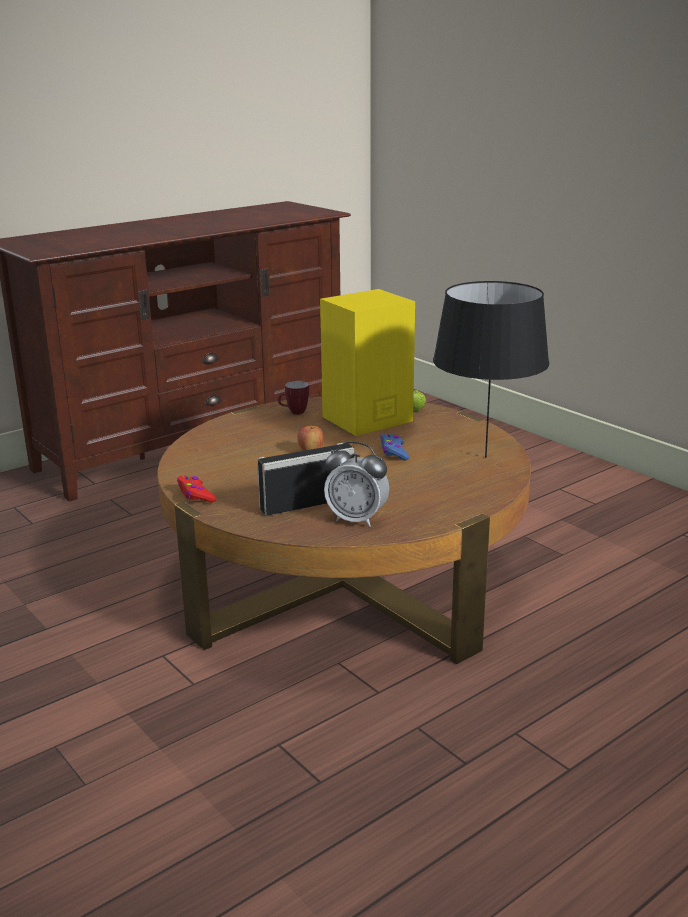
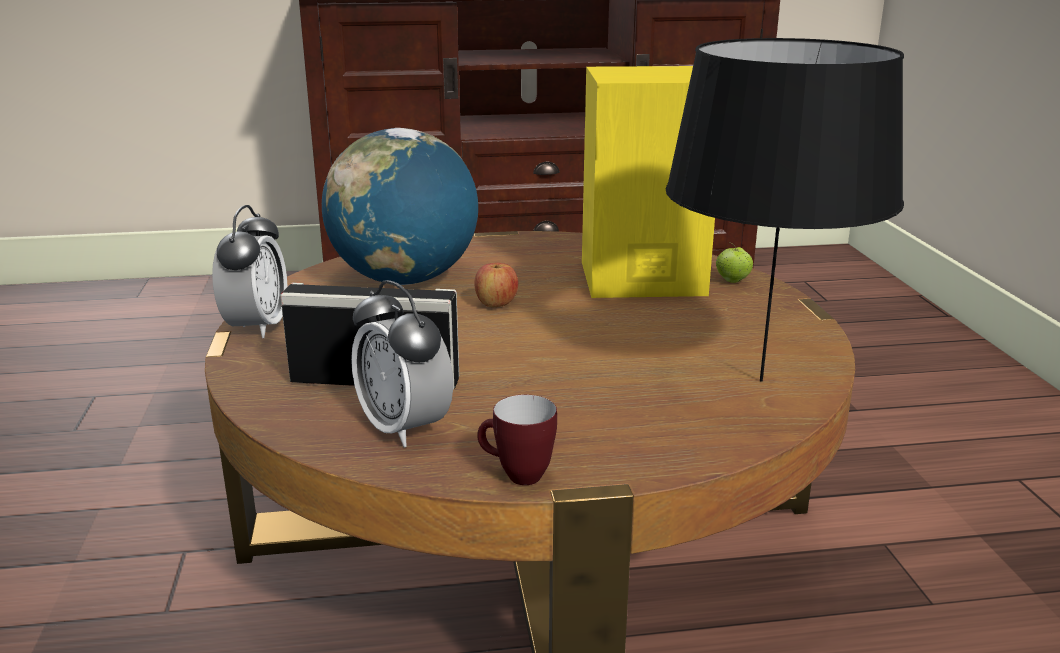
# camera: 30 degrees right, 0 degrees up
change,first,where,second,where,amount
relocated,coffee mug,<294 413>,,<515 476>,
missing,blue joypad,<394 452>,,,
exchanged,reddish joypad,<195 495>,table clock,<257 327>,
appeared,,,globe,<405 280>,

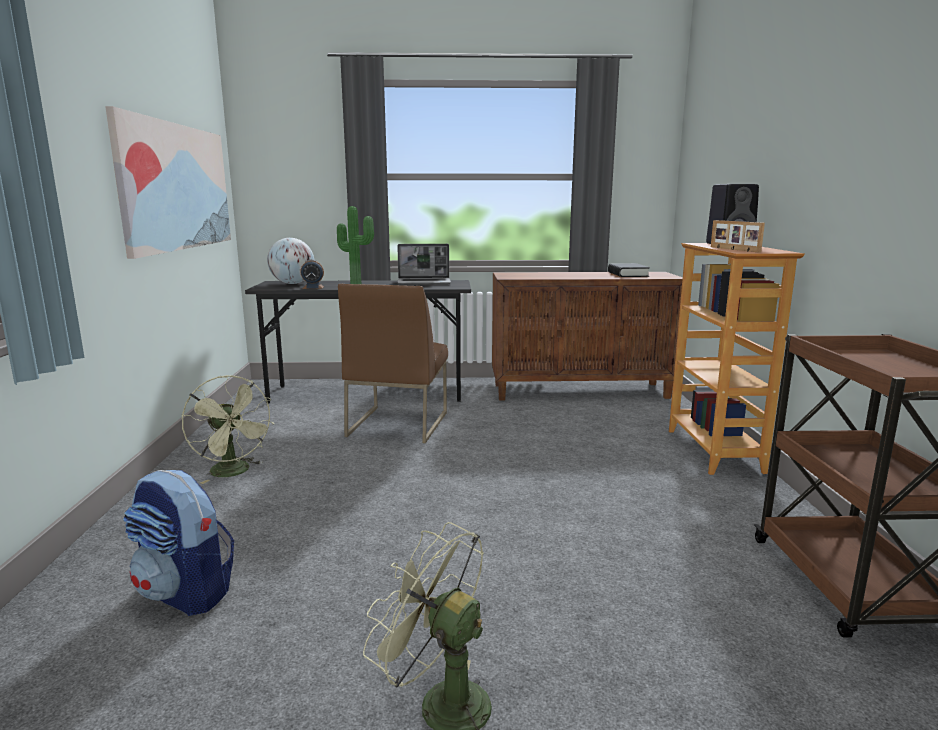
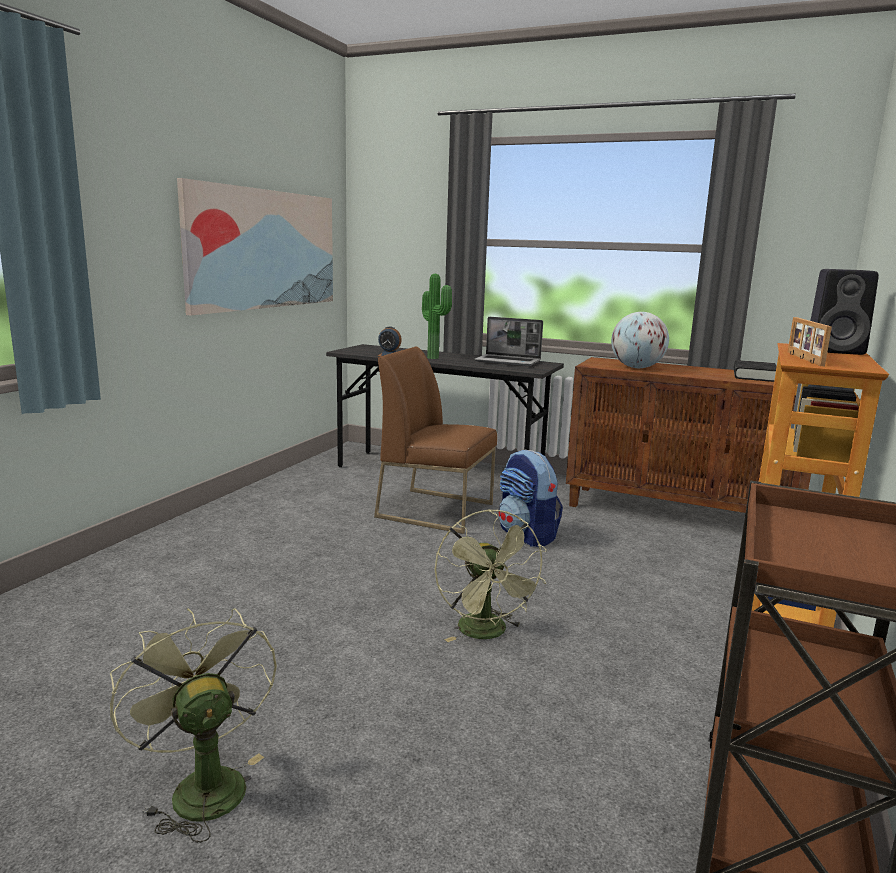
# camera: 25 degrees right, 0 degrees up
change,first,where,second,where,amount
relocated,globe,<292 283>,,<637 368>,
spun,brown upright chair,<397 423>,,<436 510>,75 degrees clockwise
relocated,greenish electric fan,<235 472>,,<487 633>,
relocated,rucksack,<186 593>,,<527 535>,

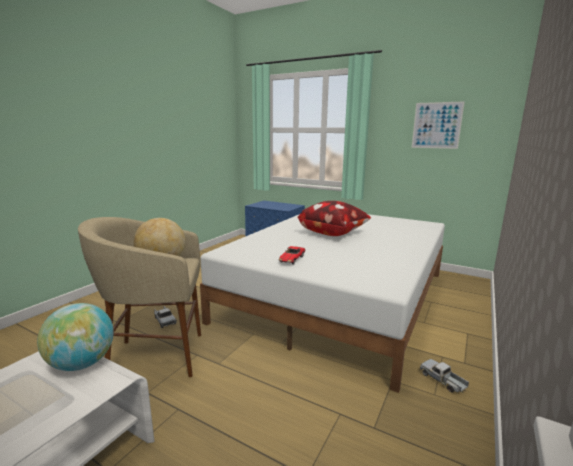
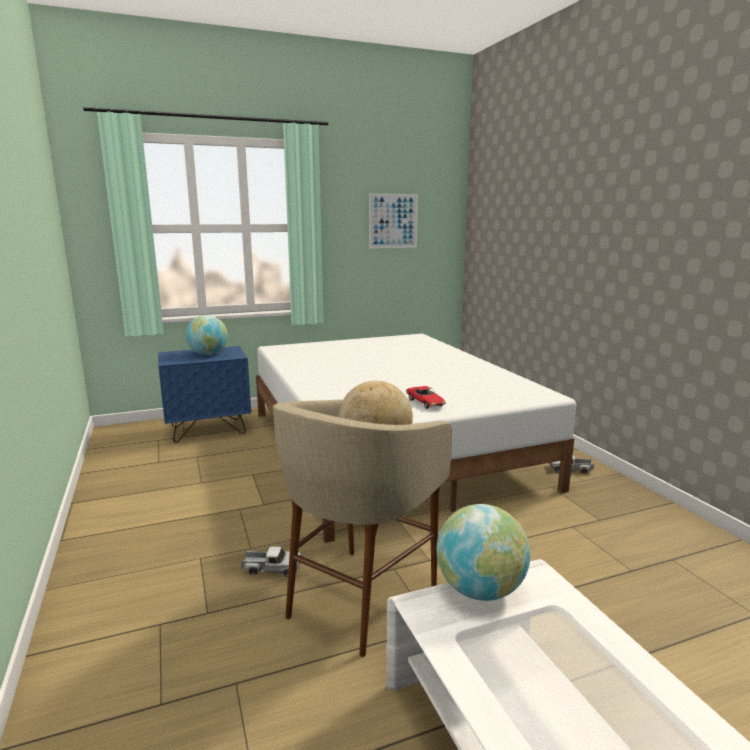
# camera: 50 degrees left, 0 degrees up
change,first,where,second,where,amount
missing,pillow,<332 233>,,,
appeared,,,globe,<208 354>,

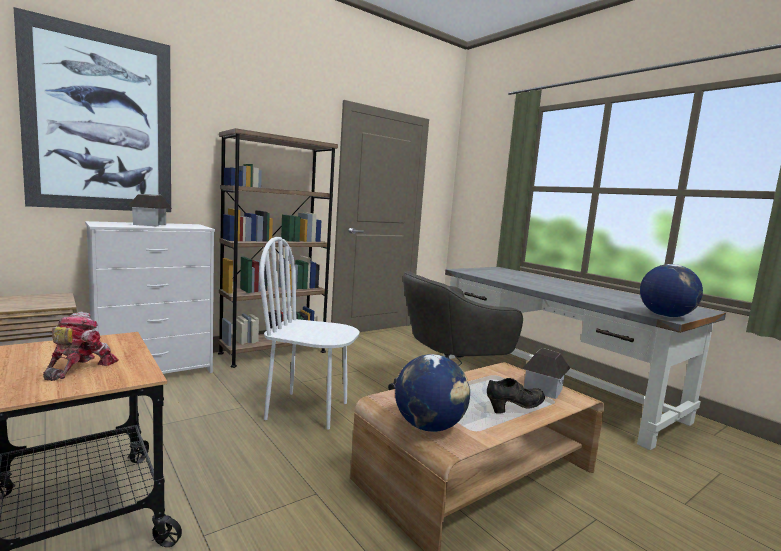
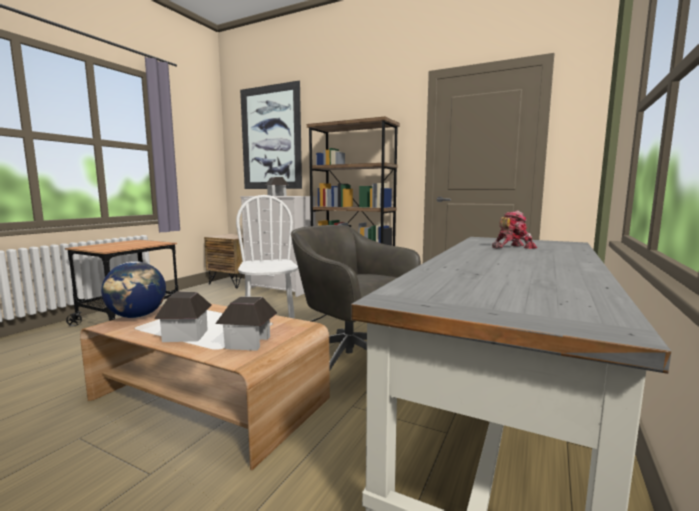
# camera: 65 degrees right, 0 degrees up
change,first,where,second,where,amount
missing,globe,<665 316>,,,
relocated,toy robot,<78 368>,,<512 247>,
exchanged,blackish item of footwear,<514 408>,model house,<186 335>,

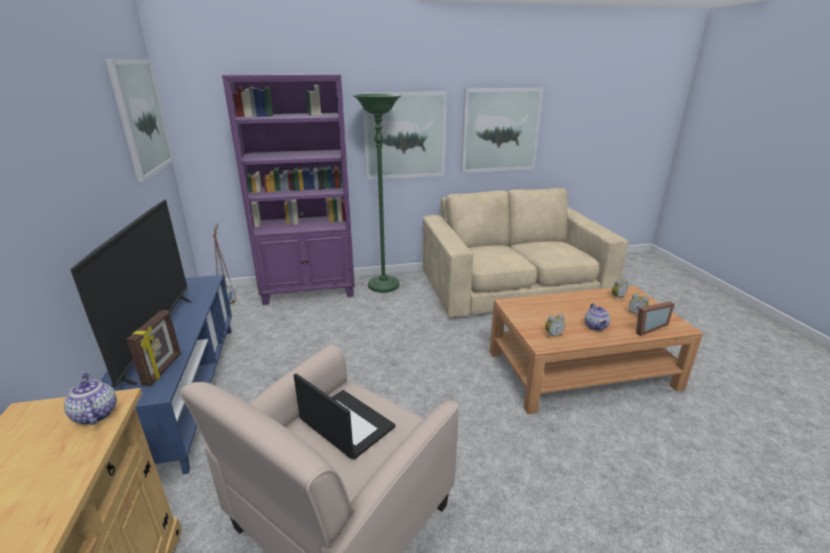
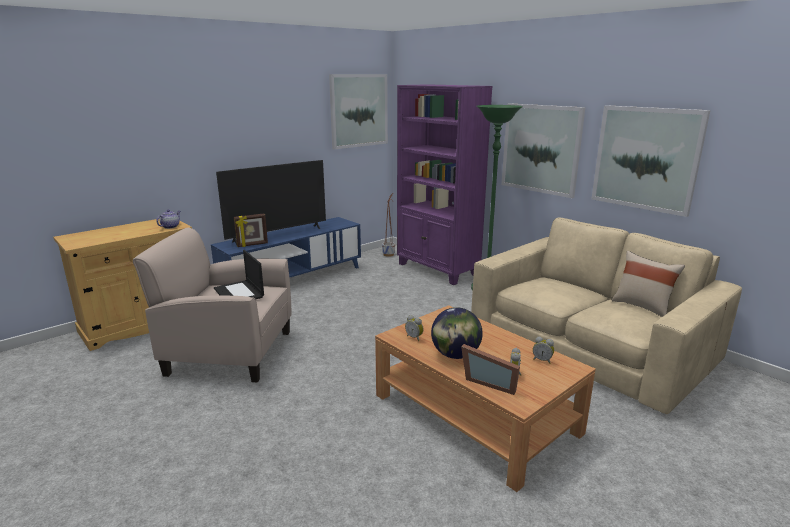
# camera: 60 degrees right, 5 degrees down
change,first,where,second,where,amount
exchanged,teapot,<596 327>,globe,<455 355>,
spun,laptop,<345 423>,,<239 293>,135 degrees clockwise
appeared,,,beige pillow,<642 306>,

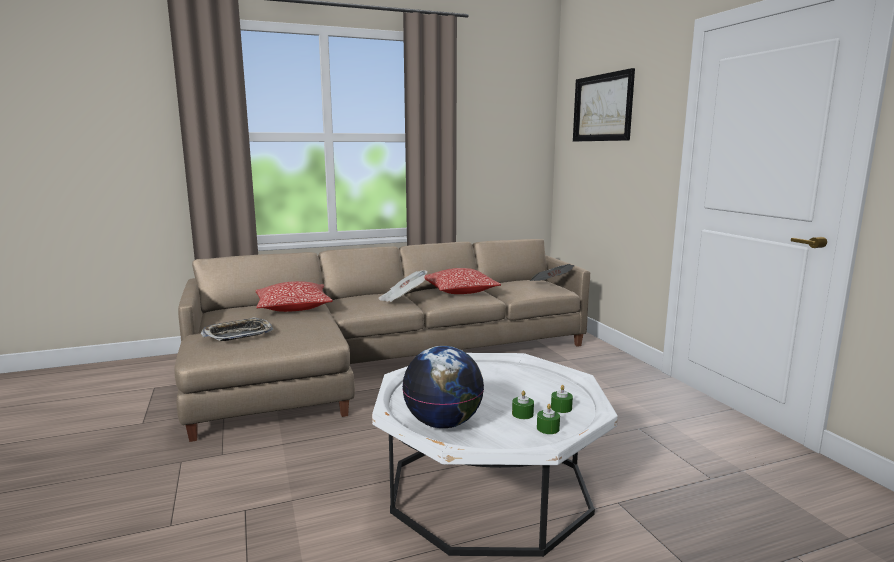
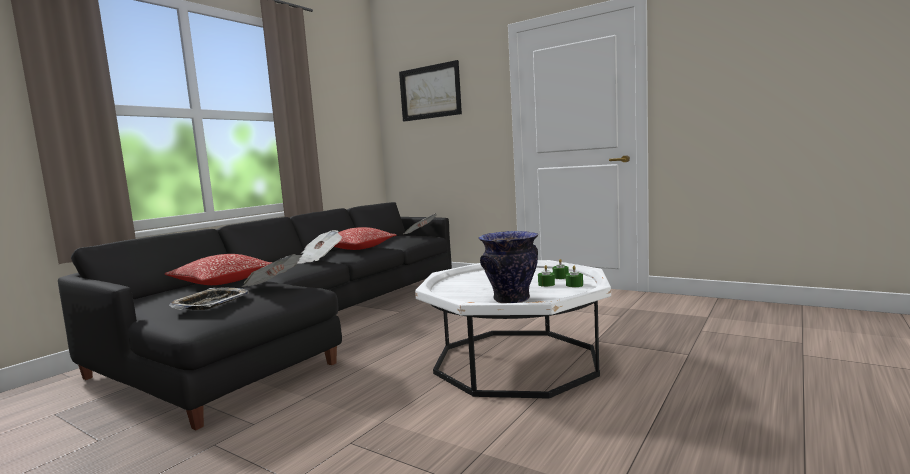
# camera: 35 degrees left, 5 degrees down
change,first,where,second,where,amount
colour,beige sofa,<379 362>,blackish sofa,<302 327>,
exchanged,globe,<443 423>,flower vase,<511 299>,
appeared,,,newspaper,<273 286>,

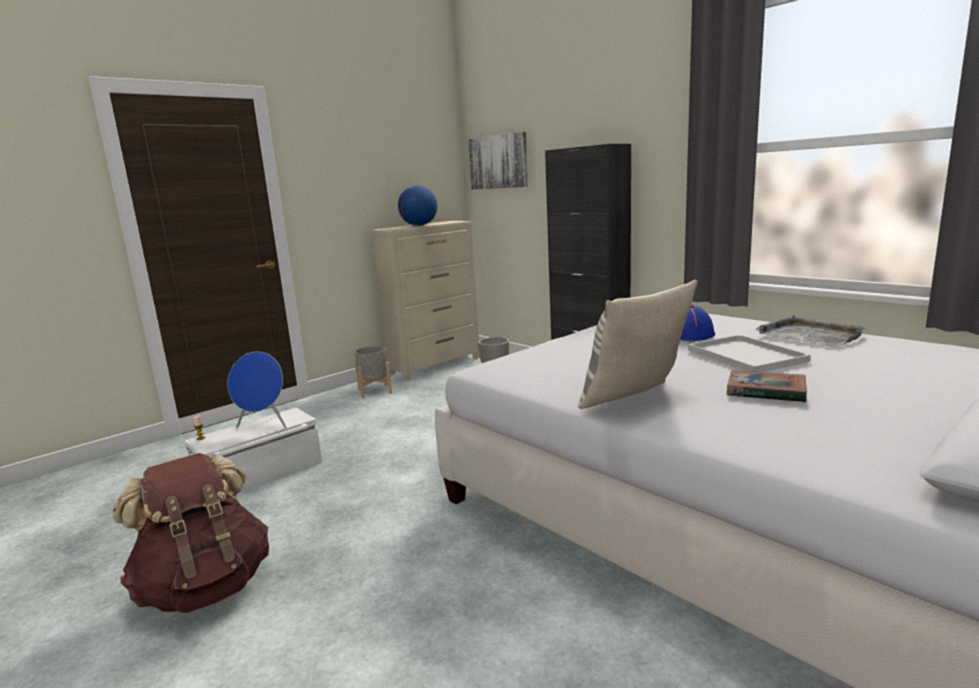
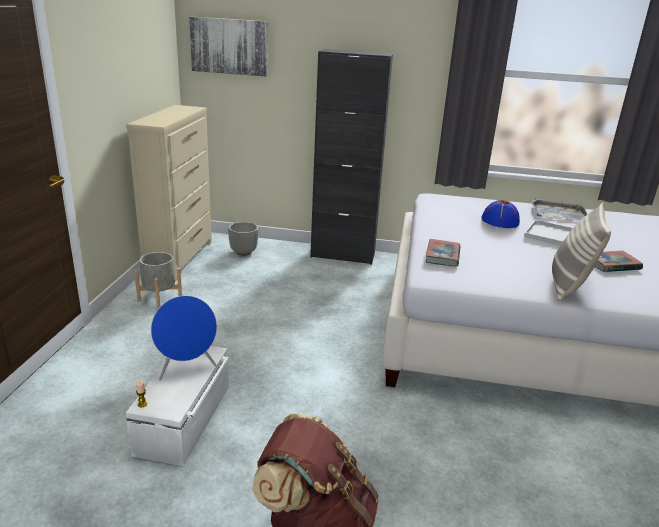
# camera: 40 degrees left, 10 degrees up
change,first,where,second,where,amount
missing,globe,<419 225>,,,
appeared,,,bound book,<442 256>,

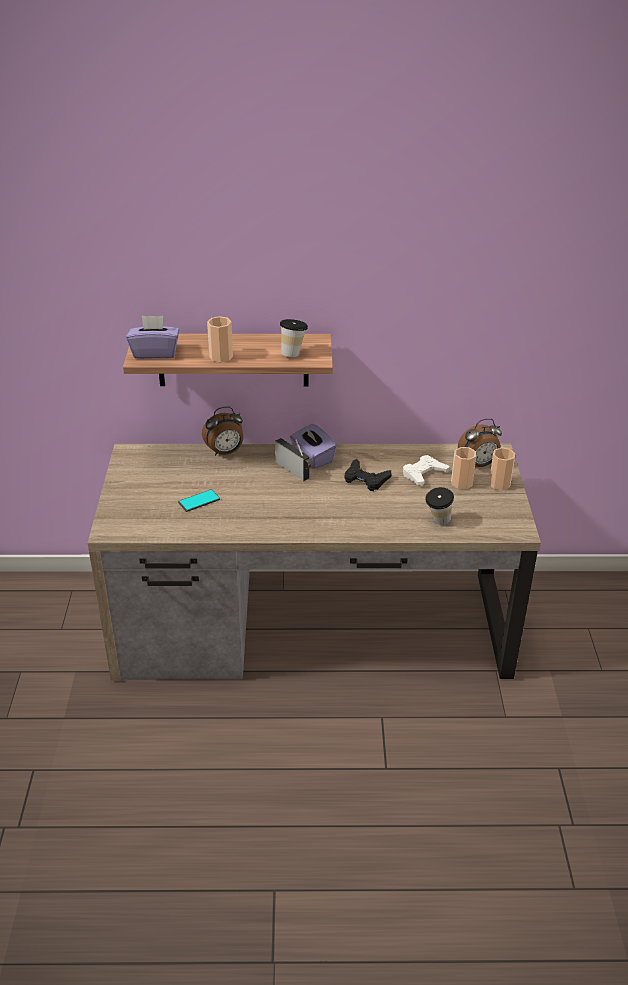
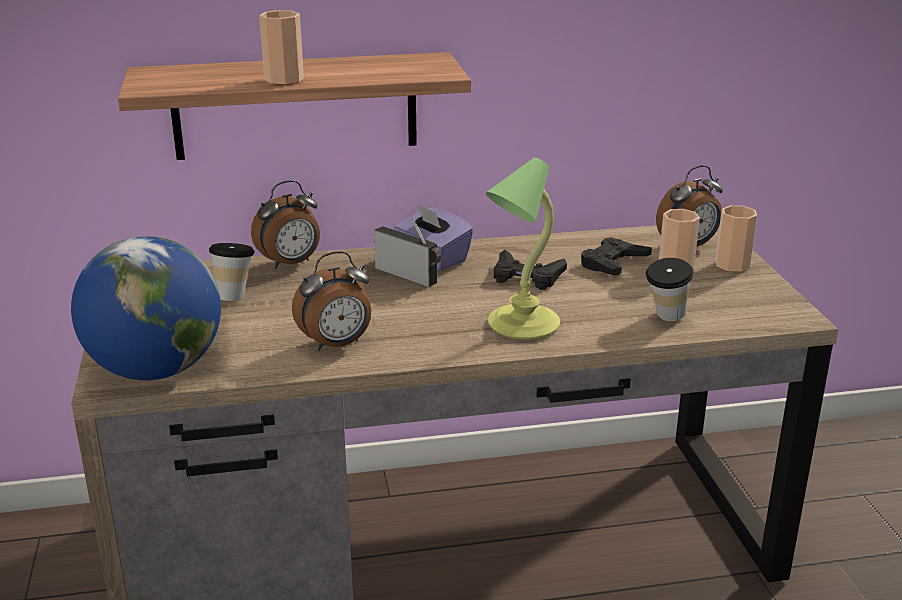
# camera: 10 degrees left, 10 degrees down
change,first,where,second,where,amount
missing,purple box of tissues,<155 353>,,,
relocated,cup,<293 353>,,<235 296>,
colour,white joypad,<424 474>,blackish joypad,<613 263>,
missing,telephone,<199 501>,,,
appeared,,,table lamp,<520 325>,
appeared,,,globe,<156 370>,
appeared,,,table clock,<337 345>,

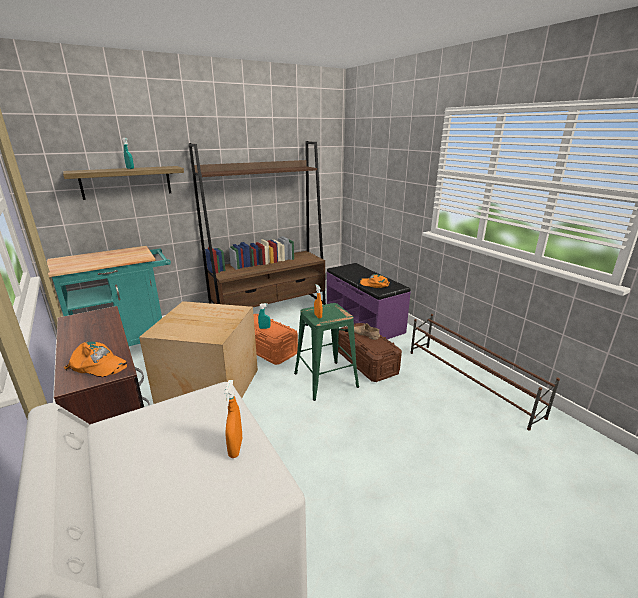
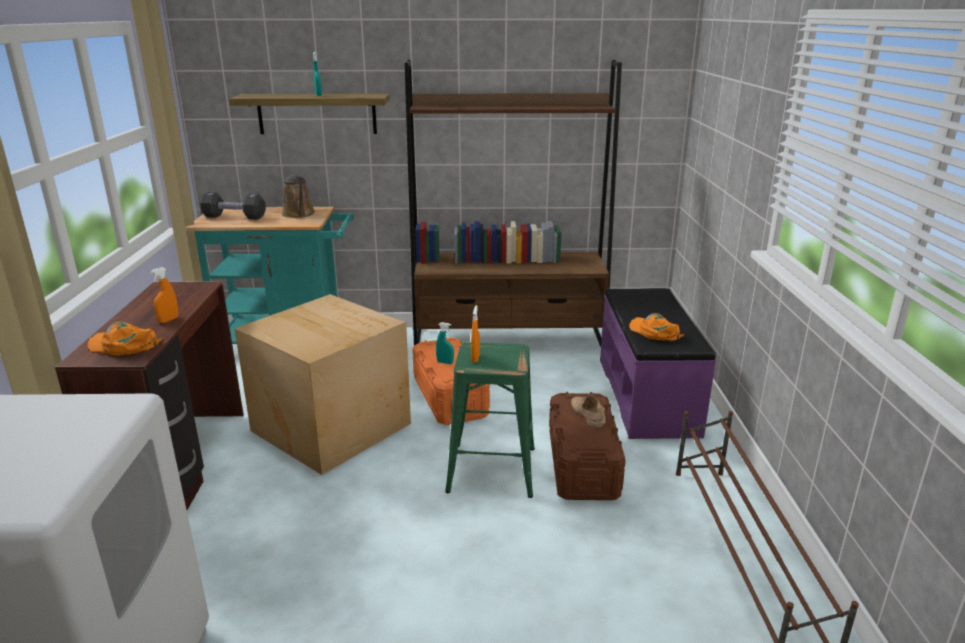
# camera: 30 degrees right, 0 degrees up
change,first,where,second,where,amount
spun,orangey cap,<98 365>,,<124 346>,150 degrees clockwise
relocated,orangey sprayer,<235 448>,,<168 320>,
appeared,,,brown watering can,<299 214>,
appeared,,,blackish hand weight,<234 217>,

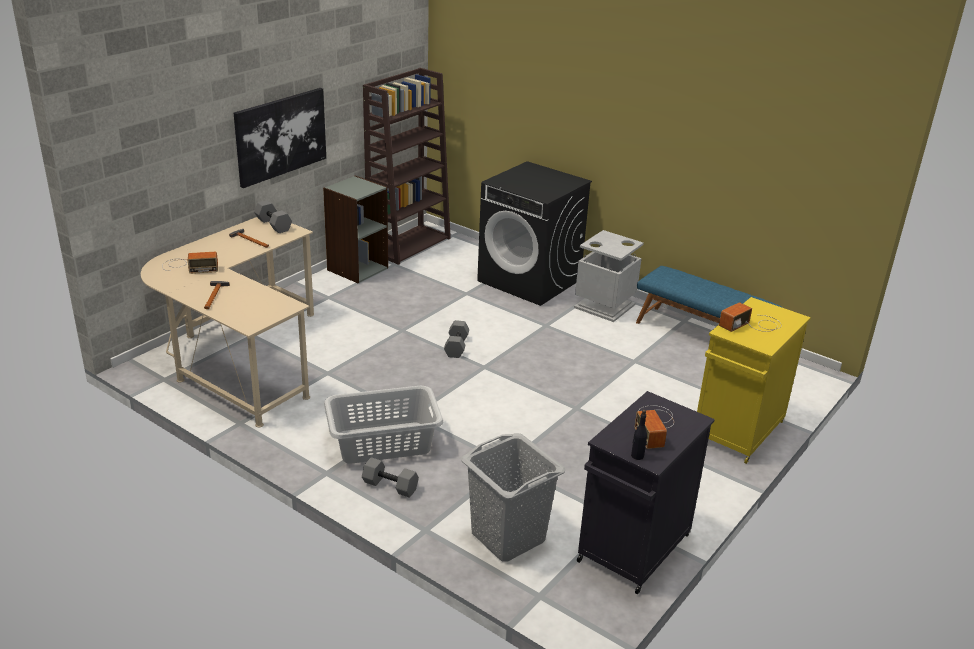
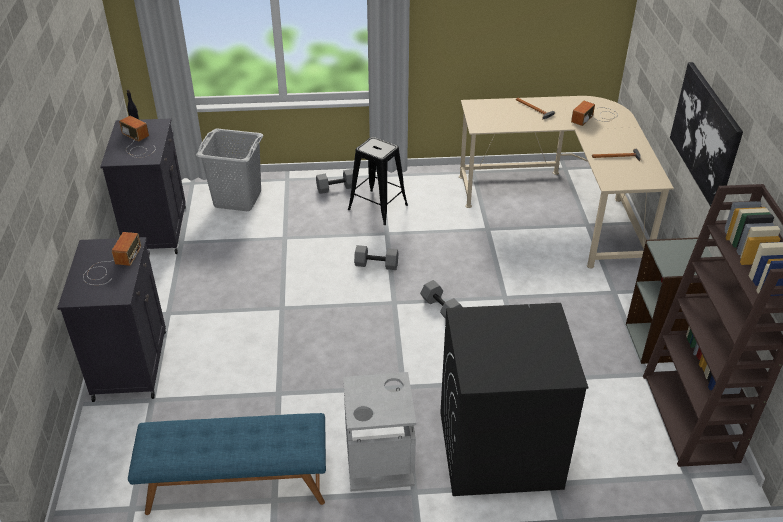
# camera: 140 degrees right, 10 degrees up
change,first,where,second,where,amount
relocated,greyish hand weight,<272 225>,,<377 264>,
colour,yellow-coloured cupboard,<737 432>,blackish cupboard,<131 363>,
exchanged,greyish laundry basket,<382 442>,blackish stool seat,<377 207>,

